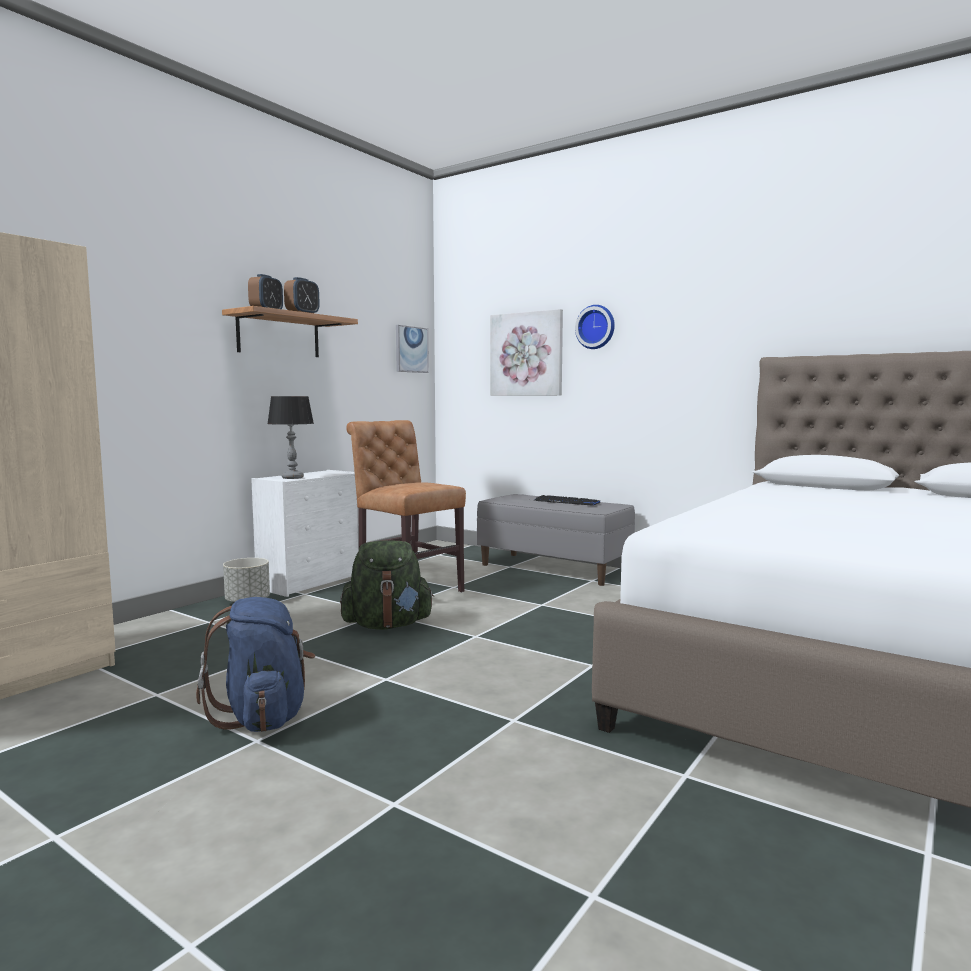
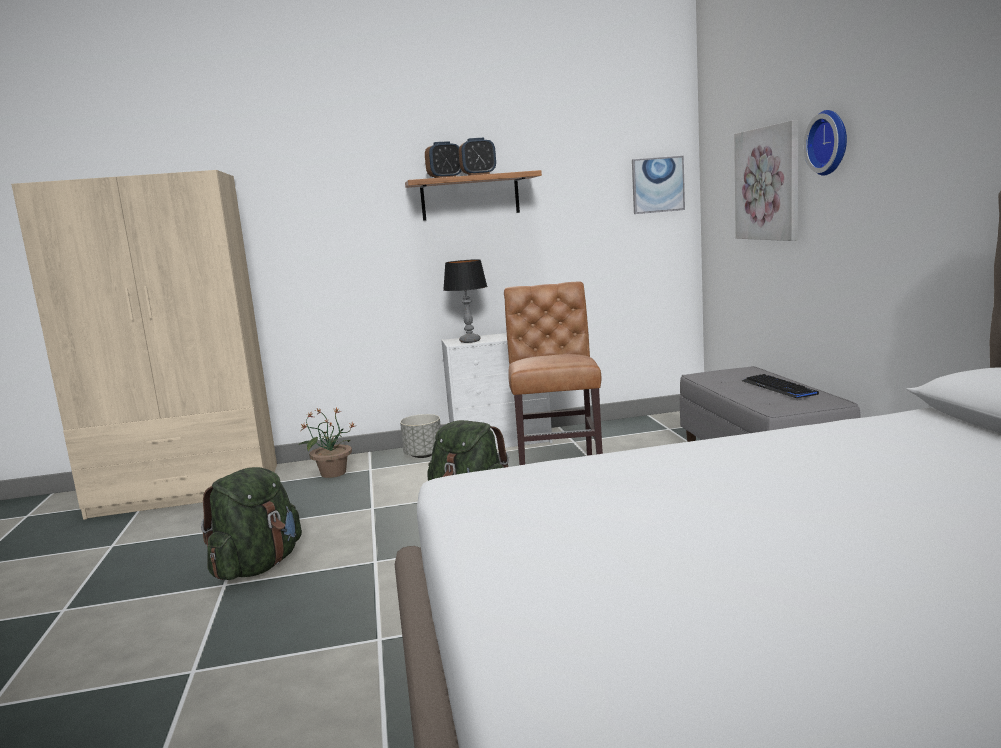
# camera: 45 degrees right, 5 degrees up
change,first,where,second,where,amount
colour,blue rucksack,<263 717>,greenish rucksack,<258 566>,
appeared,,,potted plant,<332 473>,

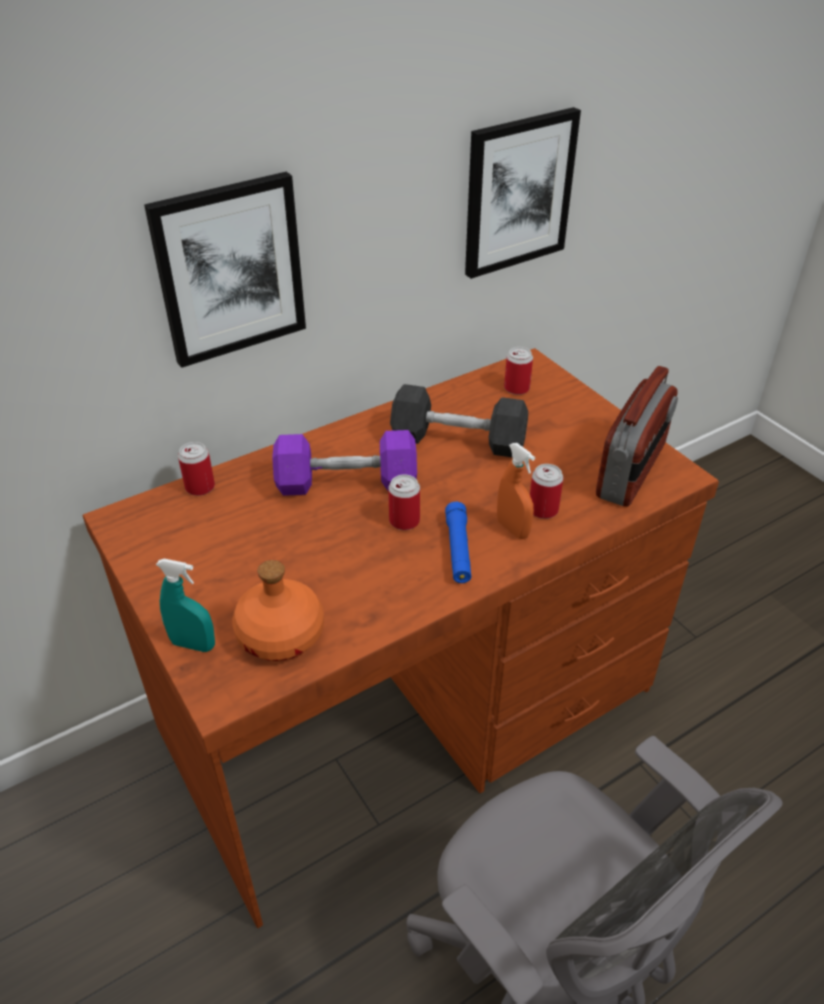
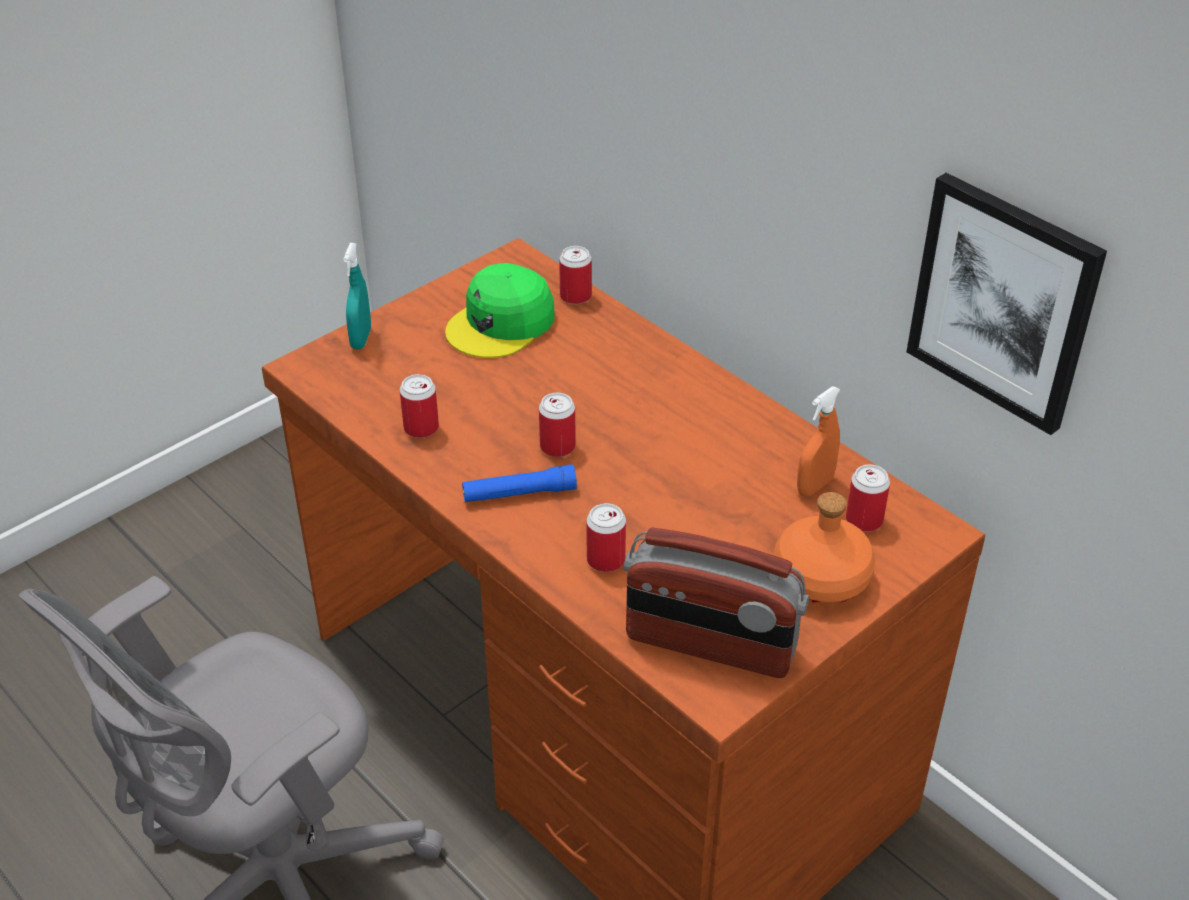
# camera: 80 degrees right, 0 degrees up
change,first,where,second,where,amount
missing,wall art,<229 269>,,,
missing,greyish hand weight,<458 440>,,,
missing,purple hand weight,<346 483>,,,
relocated,orangey sprayer,<512 529>,,<815 486>,
relocated,orangey drink bottle,<281 635>,,<820 578>,
appeared,,,greenish cap,<501 324>,
appeared,,,metal can,<421 428>,

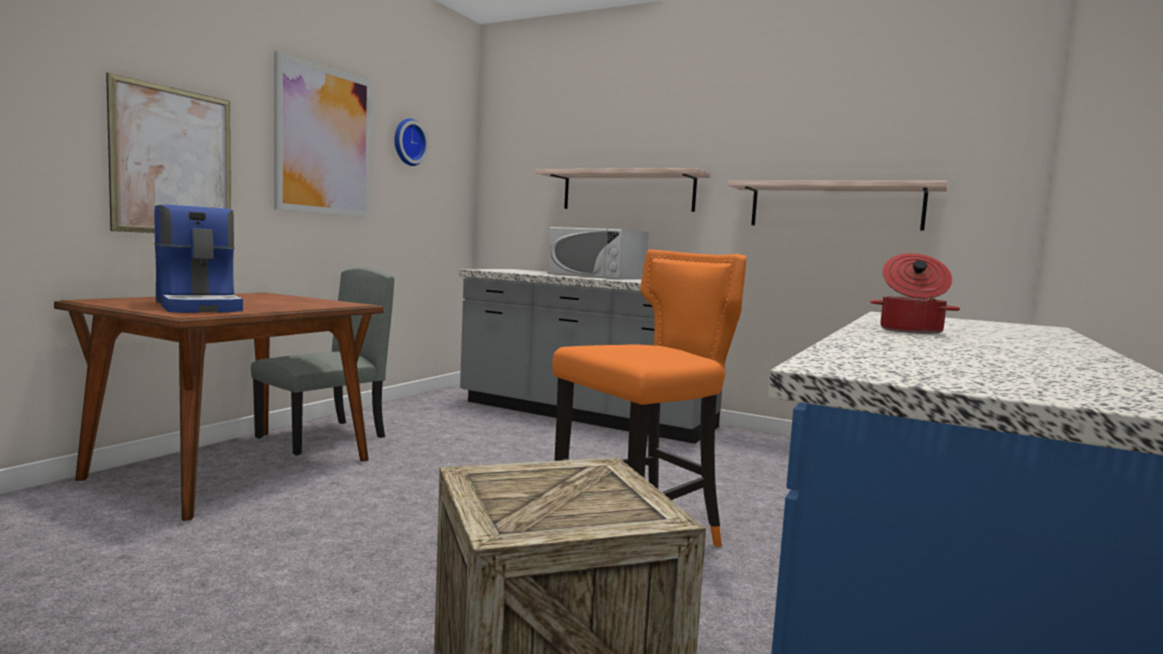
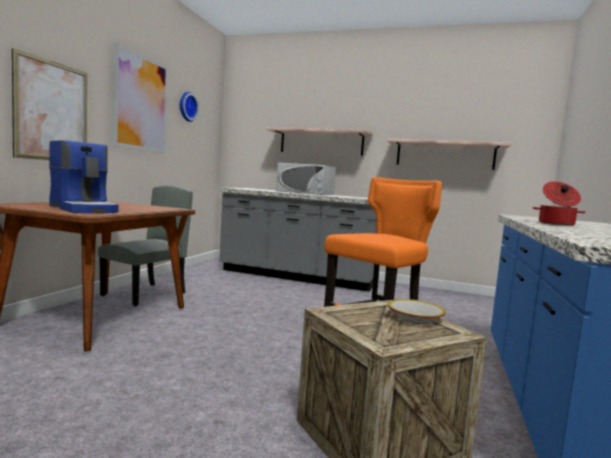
# camera: 10 degrees left, 0 degrees up
change,first,where,second,where,amount
appeared,,,deep dish,<415 319>,

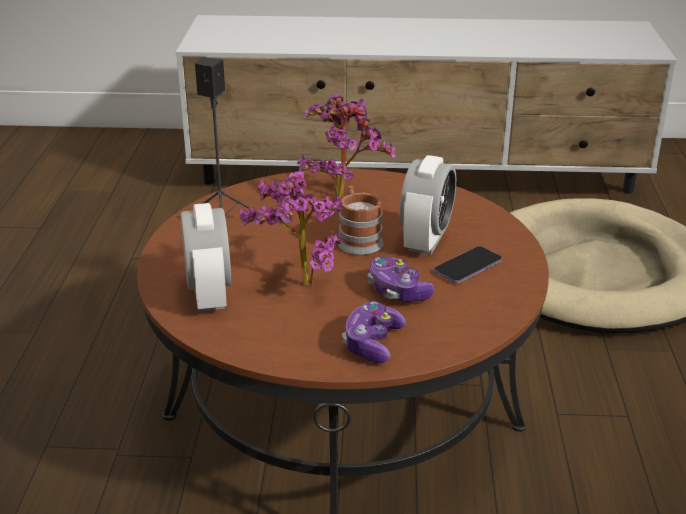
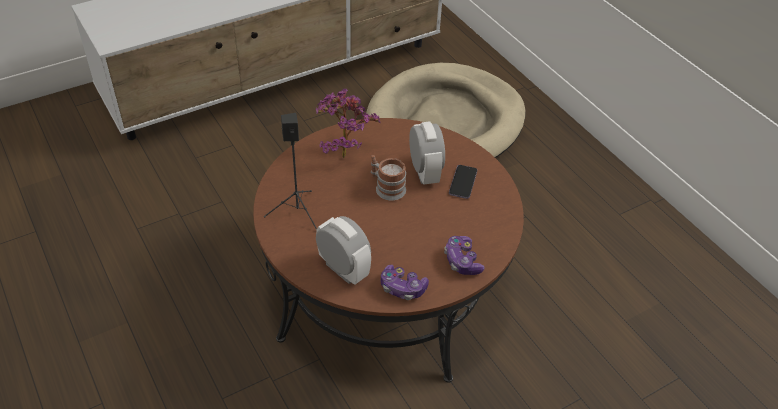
# camera: 35 degrees left, 15 degrees up
change,first,where,second,where,amount
missing,potted plant,<298 283>,,,
relocated,joypad,<397 291>,,<402 288>,

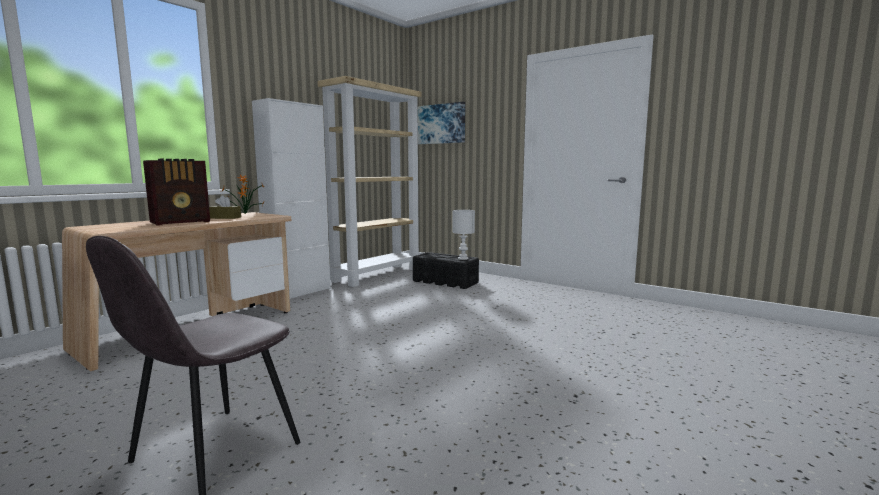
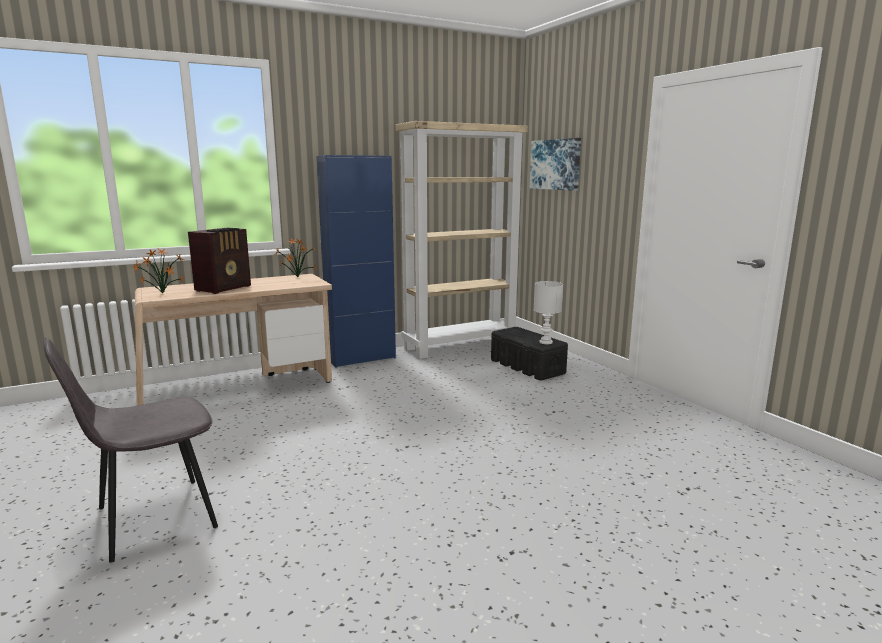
# camera: 25 degrees right, 5 degrees up
change,first,where,second,where,amount
colour,white cupboard,<299 292>,blue cupboard,<361 358>,
spun,radio receiver,<182 222>,,<225 288>,45 degrees counterclockwise
missing,brown box of tissues,<225 217>,,,
appeared,,,potted plant,<161 293>,

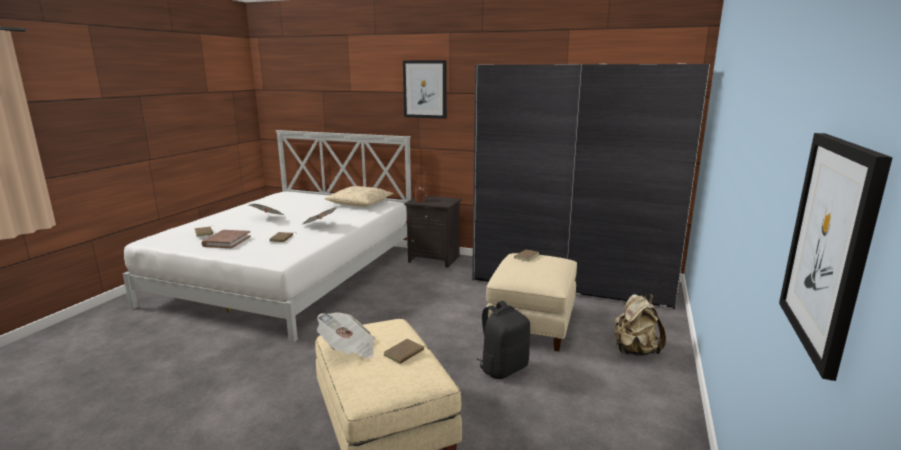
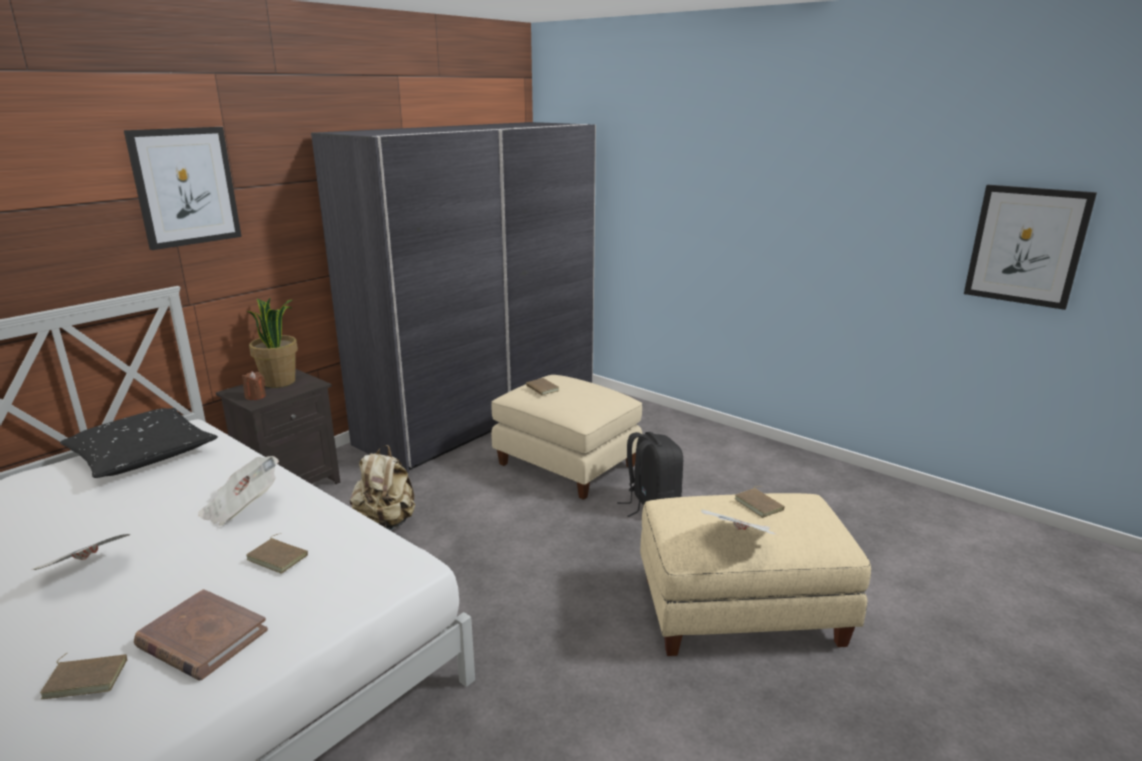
# camera: 70 degrees left, 5 degrees up
change,first,where,second,where,amount
colour,beige pillow,<359 203>,blackish pillow,<142 455>,
relocated,beige rucksack,<634 351>,,<386 523>,
appeared,,,potted plant,<280 381>,

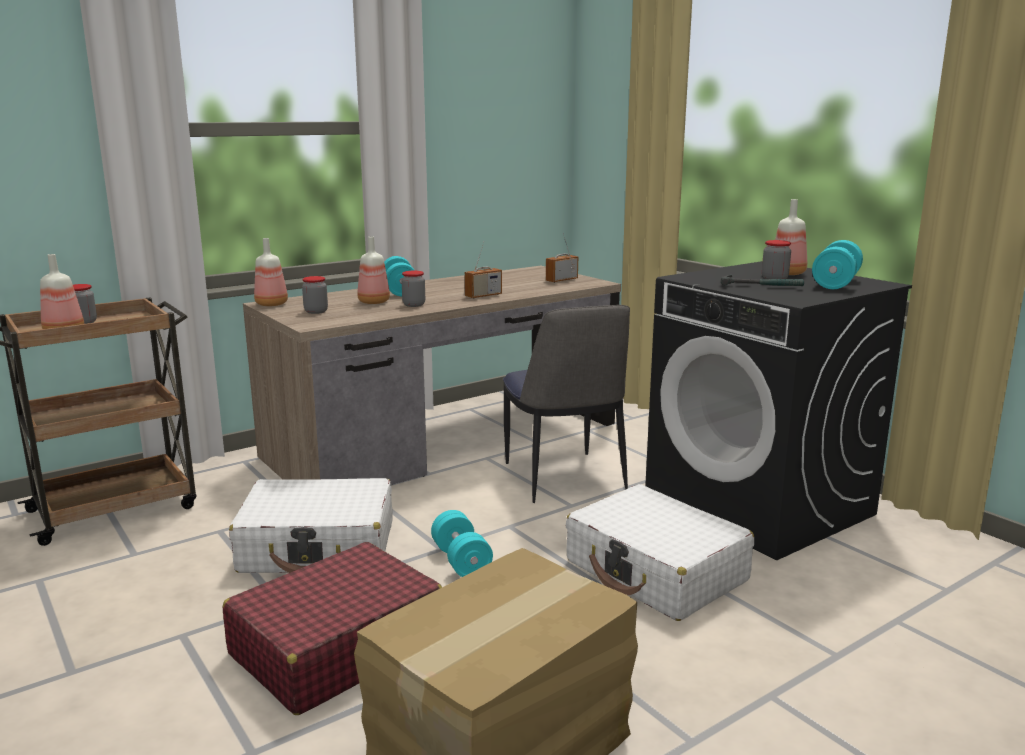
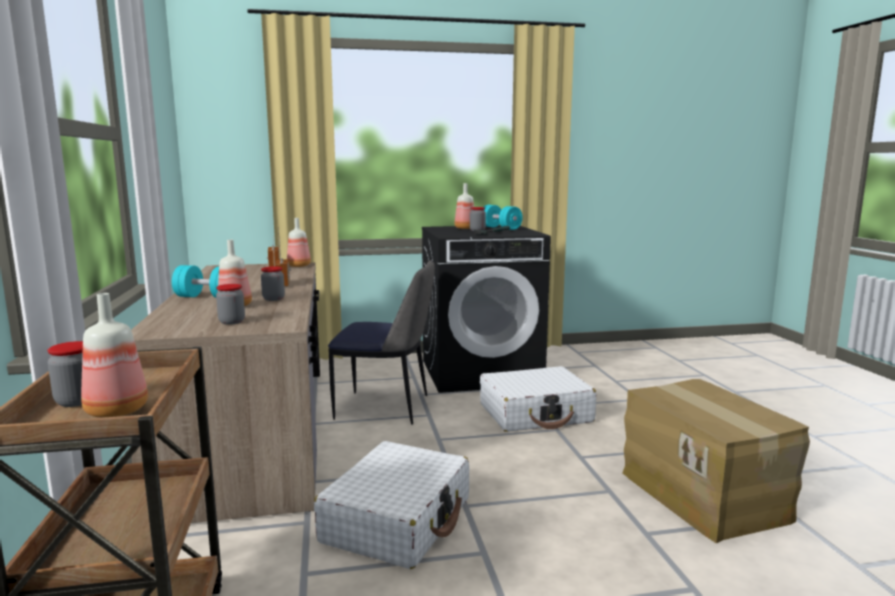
# camera: 65 degrees left, 5 degrees down
change,first,where,second,where,amount
relocated,drink bottle,<272 304>,,<298 266>,
missing,turquoise-coloured hand weight,<461 561>,,,
missing,reddish suitcase,<336 647>,,,

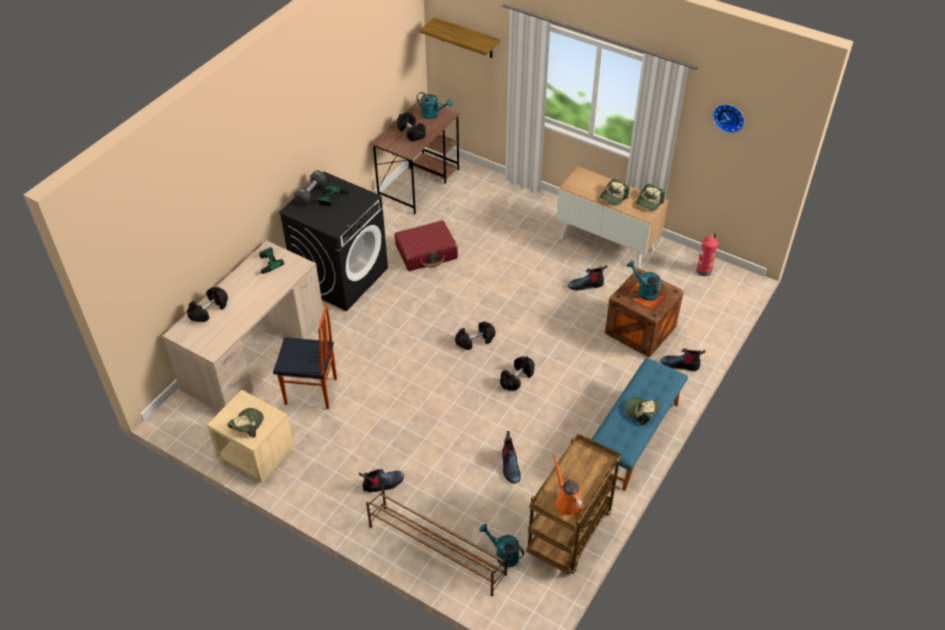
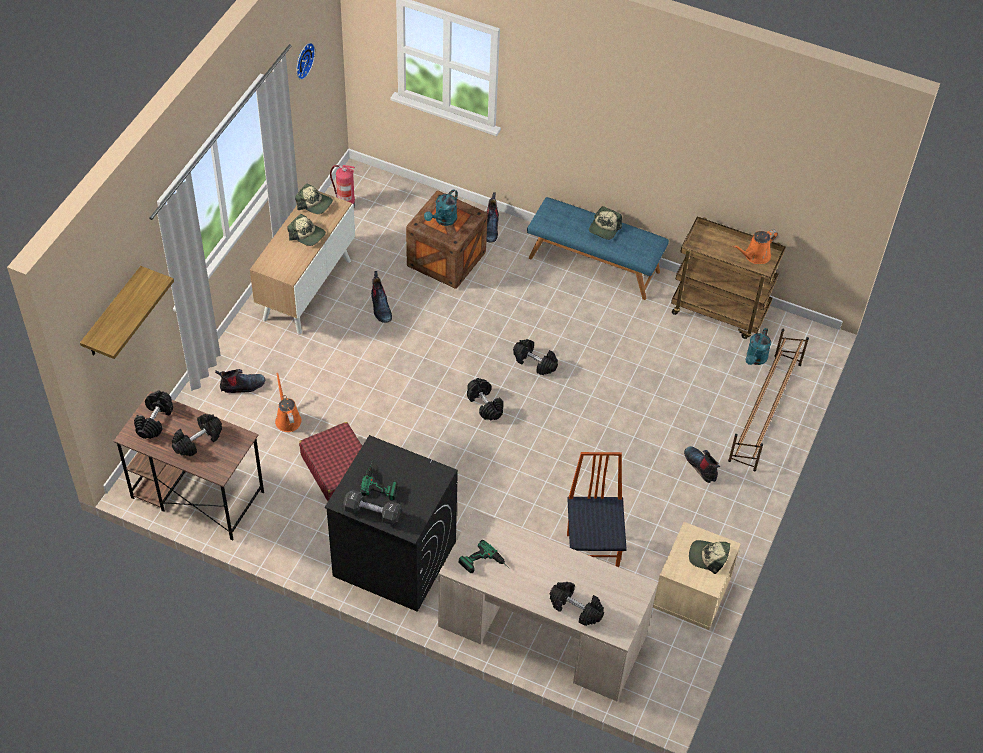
# camera: 100 degrees left, 5 degrees up
change,first,where,second,where,amount
exchanged,turquoise-coloured watering can,<433 114>,blackish hand weight,<154 420>,
relocated,tall boot,<510 466>,,<242 386>,
appeared,,,orangey watering can,<287 419>,

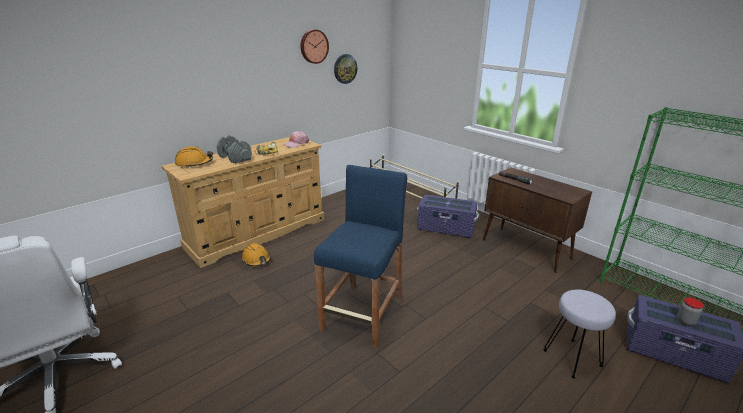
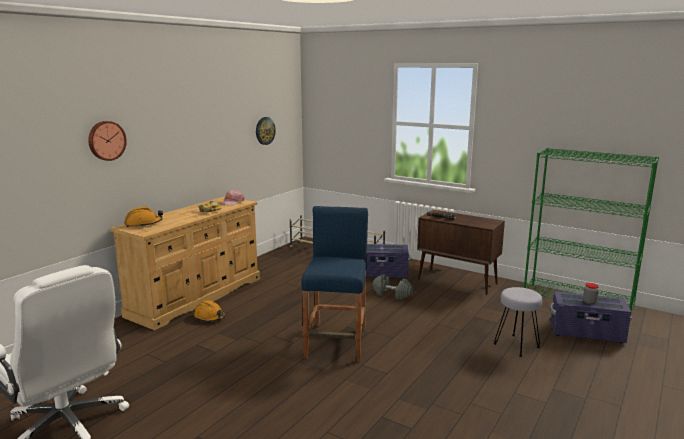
# camera: 15 degrees left, 10 degrees down
change,first,where,second,where,amount
relocated,wall clock,<313 46>,,<106 140>,
relocated,greyish hand weight,<235 158>,,<391 294>,

